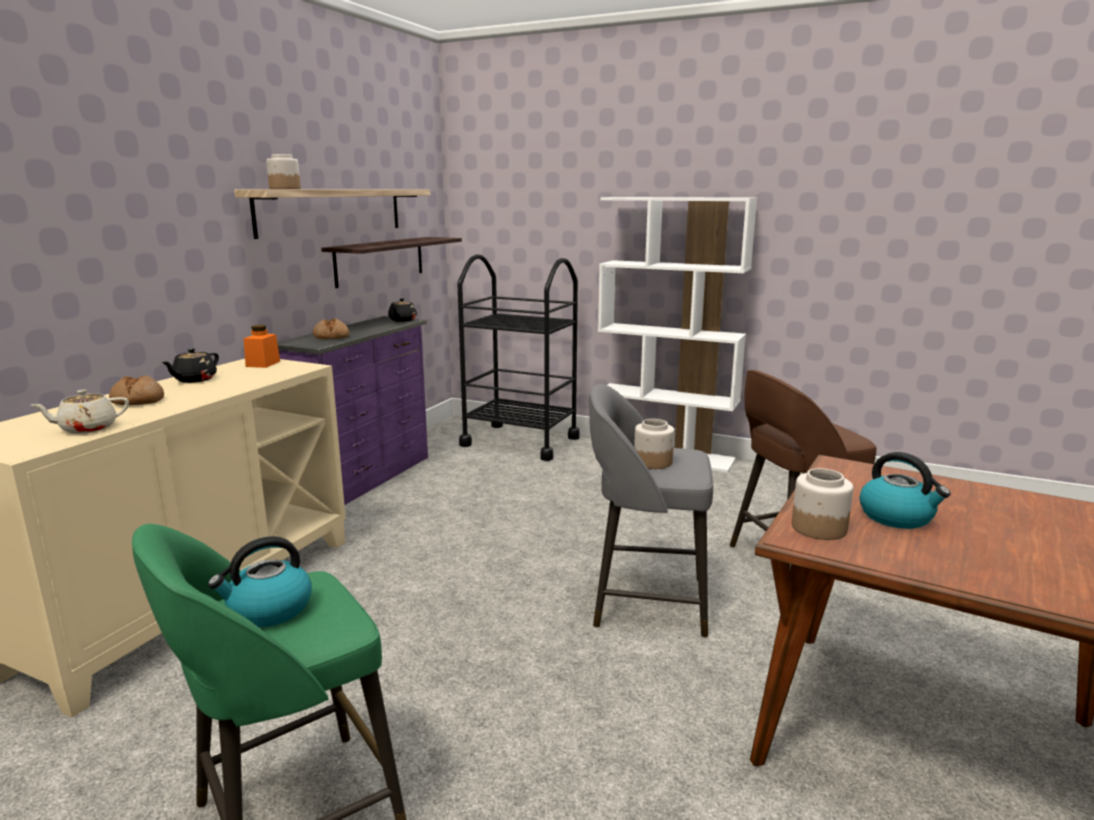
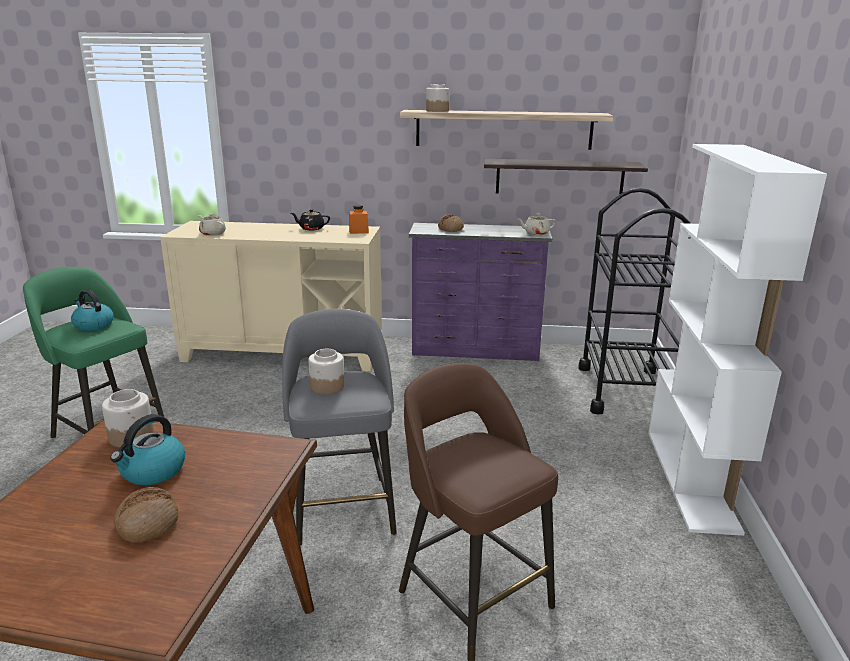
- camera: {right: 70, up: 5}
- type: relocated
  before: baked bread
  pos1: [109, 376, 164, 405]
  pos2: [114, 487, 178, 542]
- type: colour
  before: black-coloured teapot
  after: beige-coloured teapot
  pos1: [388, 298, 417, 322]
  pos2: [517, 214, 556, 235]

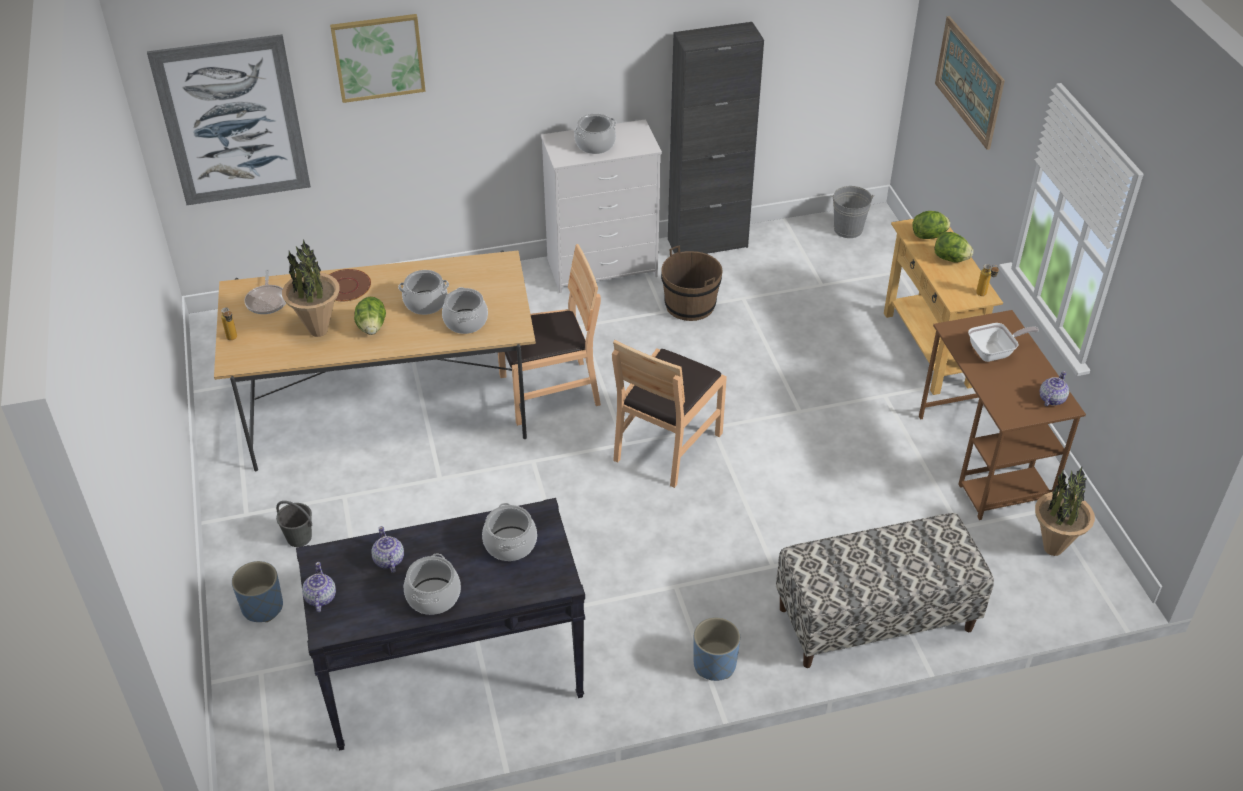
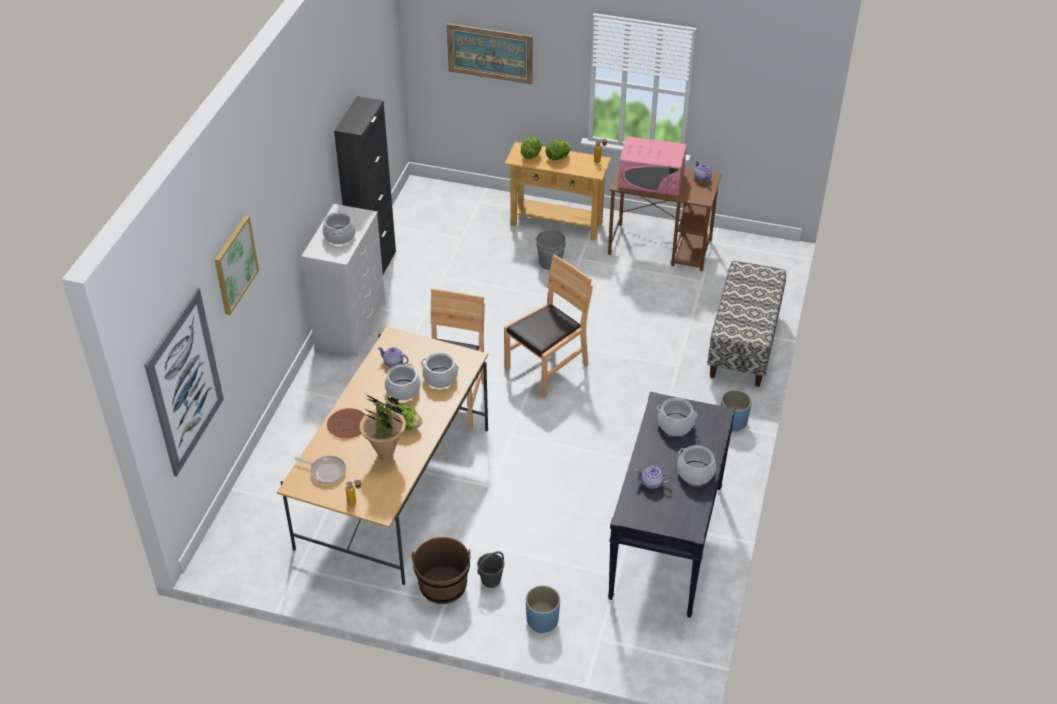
- camera: {right: -60, up: 0}
- type: relocated
  before: teapot
  pos1: [302, 562, 336, 612]
  pos2: [378, 347, 409, 368]
- type: relocated
  before: brownish pail
  pos1: [661, 245, 723, 321]
  pos2: [412, 537, 471, 604]
- type: spun
  before: brownish upright chair
  pos1: [612, 340, 727, 488]
  pos2: [504, 254, 593, 398]
  turn: -105
- type: relocated
  before: greyish pail
  pos1: [831, 186, 874, 238]
  pos2: [536, 229, 566, 270]
- type: exchanged
  before: frying pan
  after: pink microwave
  pos1: [968, 323, 1039, 362]
  pos2: [618, 136, 687, 195]
- type: missing
  before: houseplant
  pos1: [1035, 467, 1095, 556]

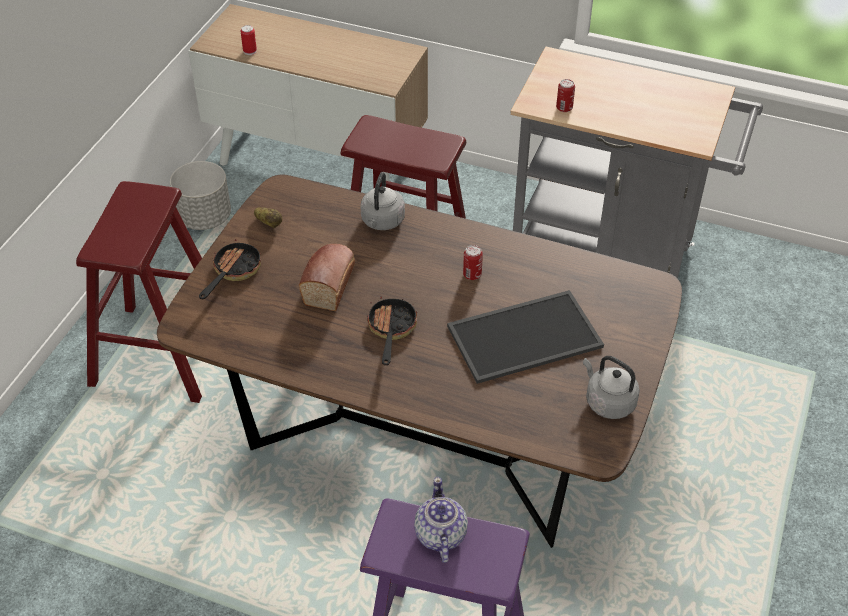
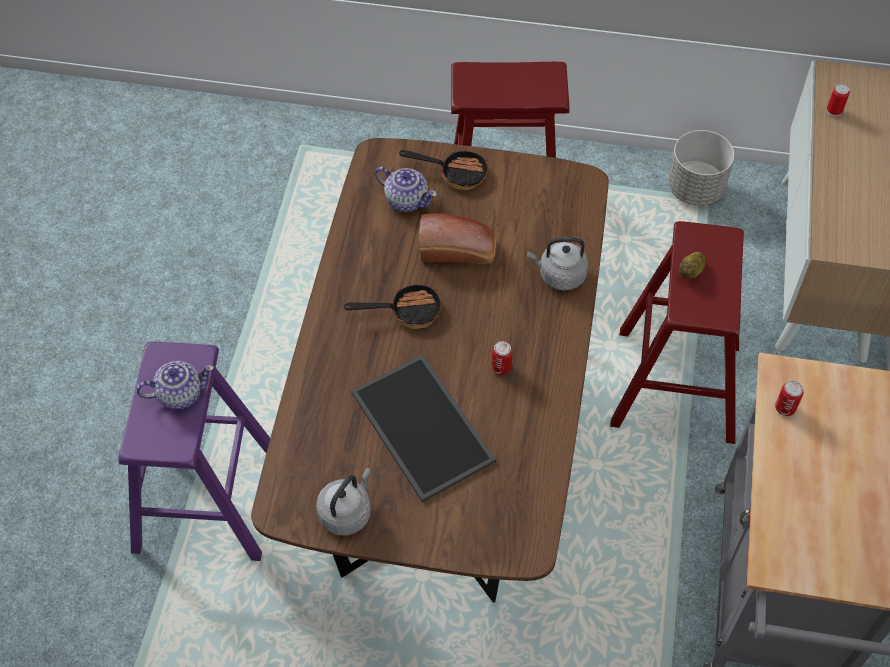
- camera: {right: 80, up: 10}
- type: appeared
  after: teapot
  pos2: [375, 167, 437, 212]
- type: relocated
  before: potato
  pos1: [254, 207, 282, 228]
  pos2: [679, 252, 705, 279]

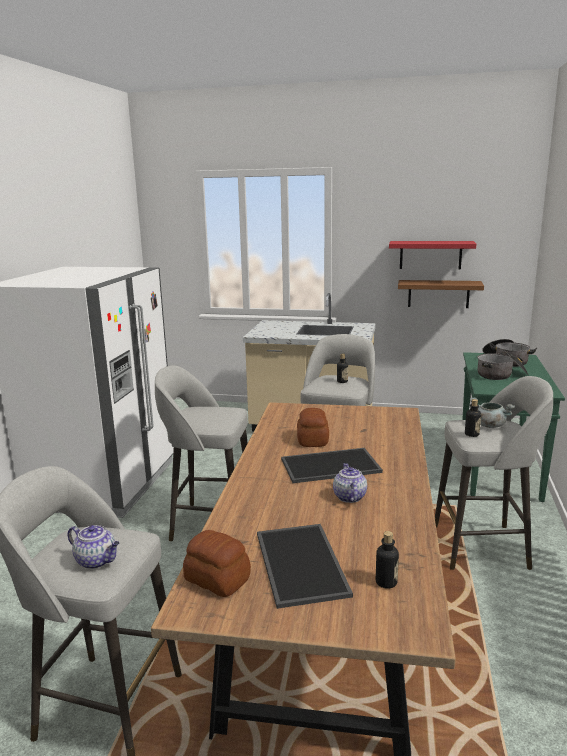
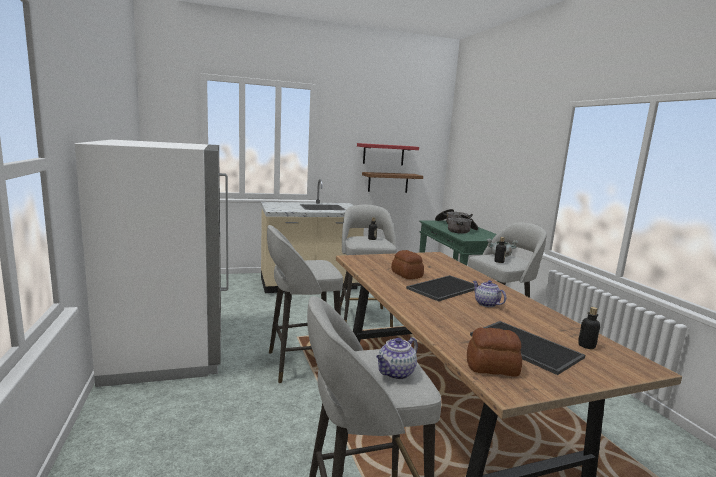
- camera: {right: -30, up: -5}
- type: spun
  before: teapot
  pos1: [67, 525, 120, 569]
  pos2: [376, 337, 418, 380]
  turn: 135

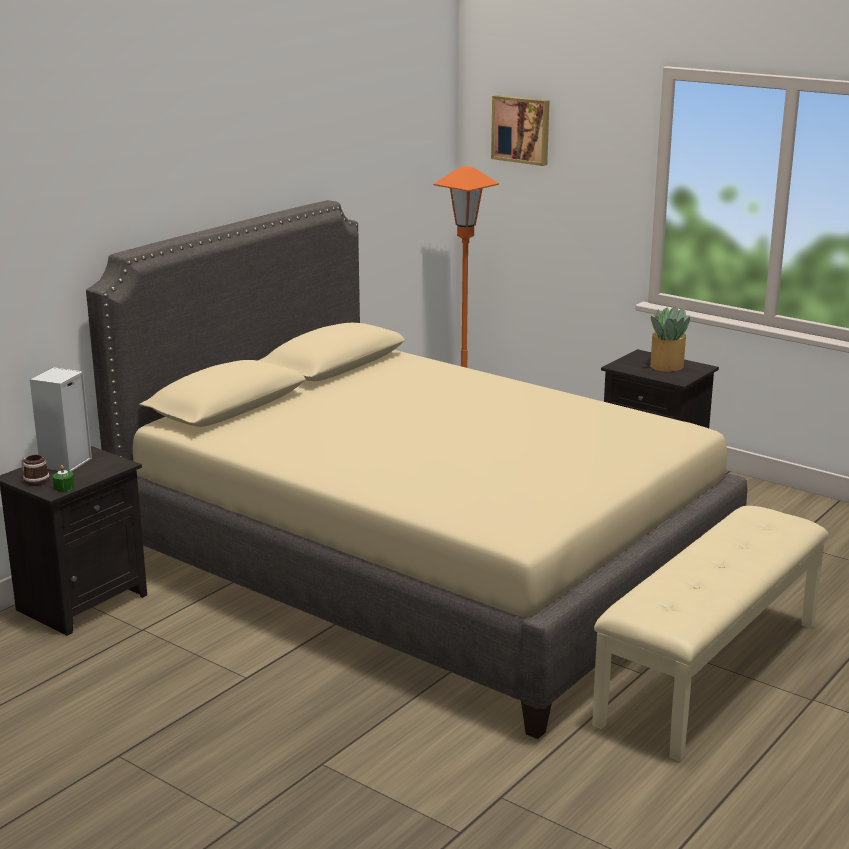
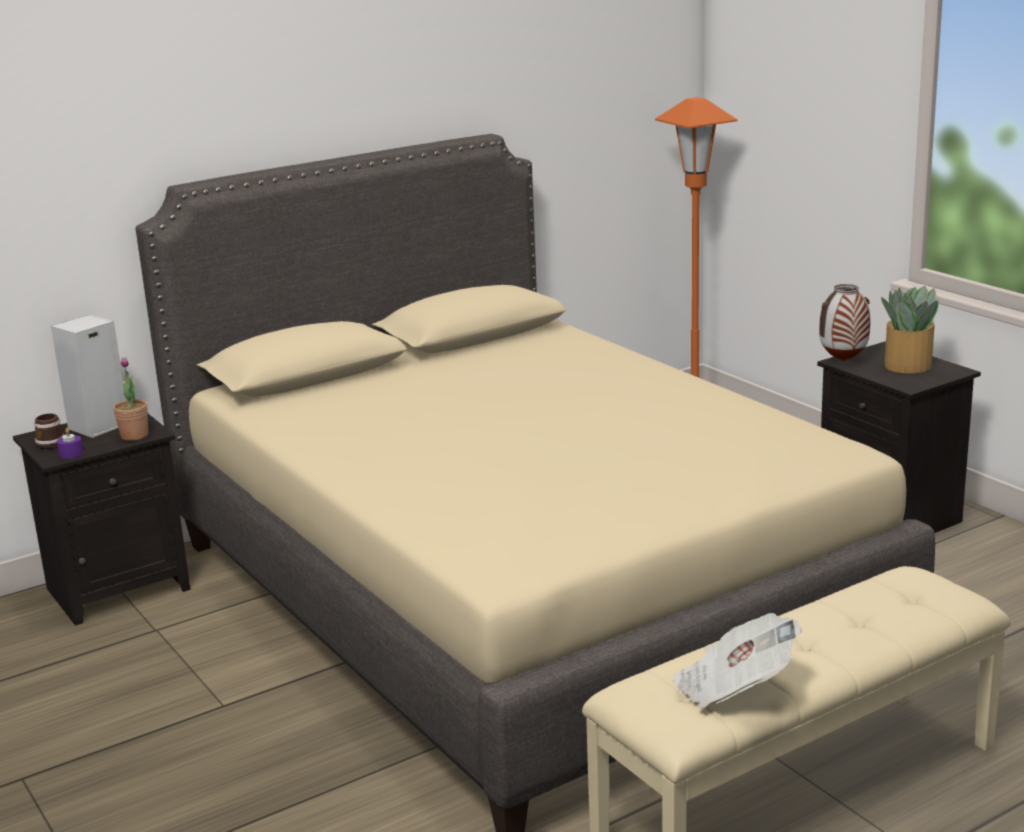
- camera: {right: 20, up: 0}
- type: colour
  before: green-coloured wax candle
  after: purple wax candle
  pos1: [53, 465, 75, 491]
  pos2: [57, 428, 83, 459]
- type: appeared
  after: houseplant
  pos2: [113, 358, 148, 441]
- type: appeared
  after: daily paper
  pos2: [672, 613, 802, 709]
- type: appeared
  after: decorative vase
  pos2: [819, 284, 870, 361]
- type: missing
  before: wall picture
  pos1: [491, 95, 549, 166]

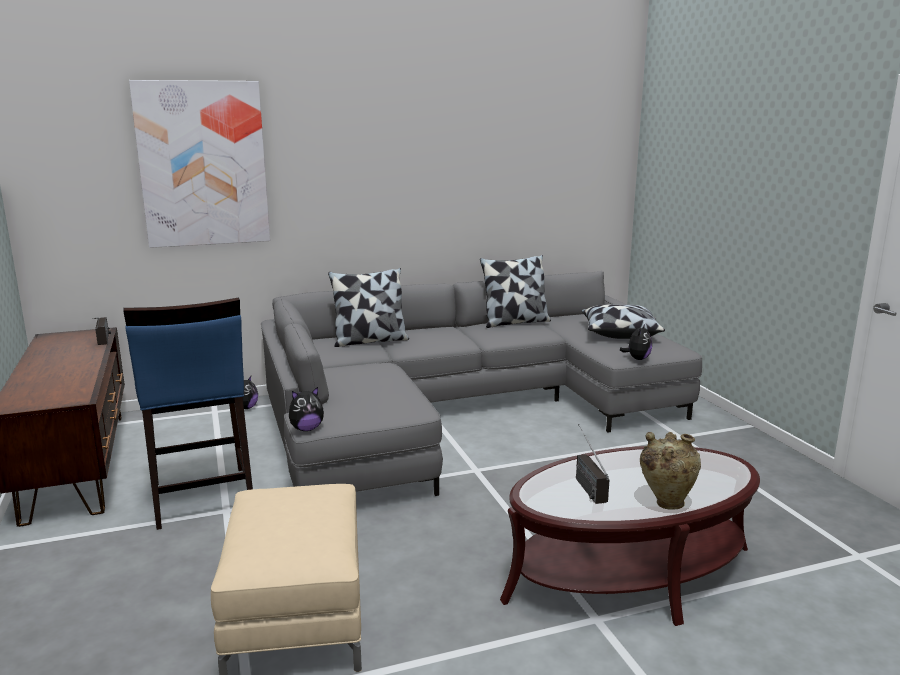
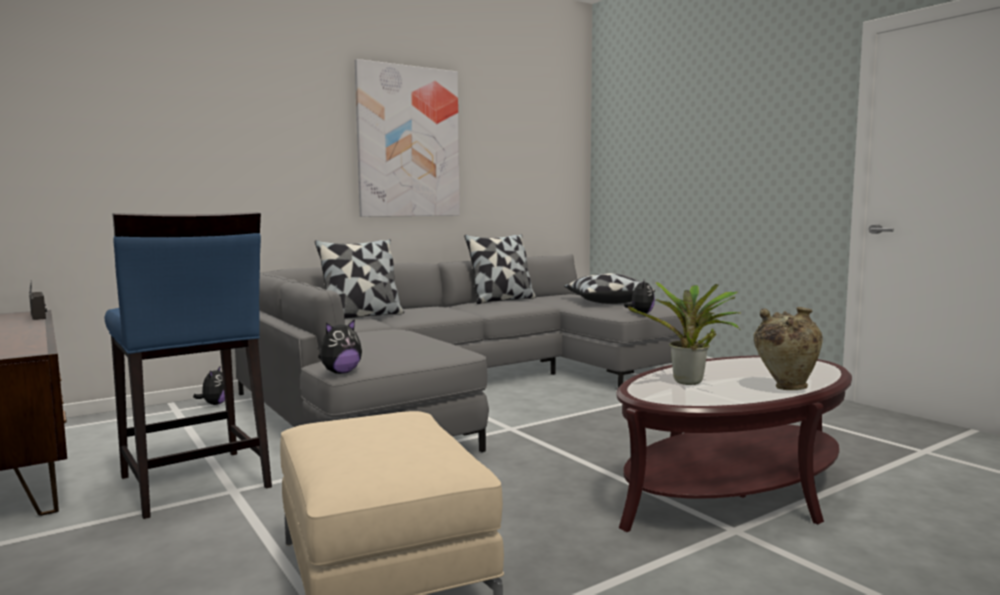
- camera: {right: -15, up: -10}
- type: relocated
  before: wall picture
  pos1: [129, 80, 270, 248]
  pos2: [355, 59, 460, 217]
- type: exchanged
  before: radio set
  after: houseplant
  pos1: [576, 424, 609, 504]
  pos2: [628, 282, 741, 385]

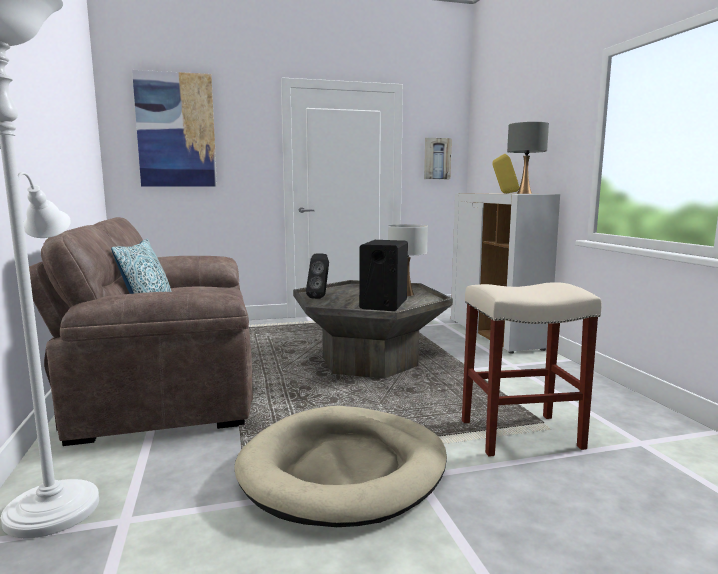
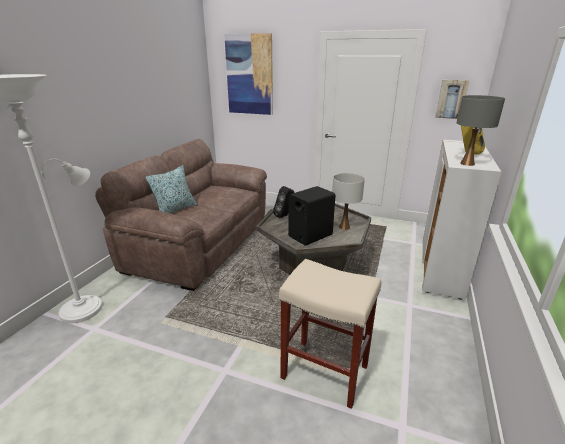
- camera: {right: 35, up: 15}
- type: missing
  before: beige-coloured dog cushion
  pos1: [234, 406, 447, 527]

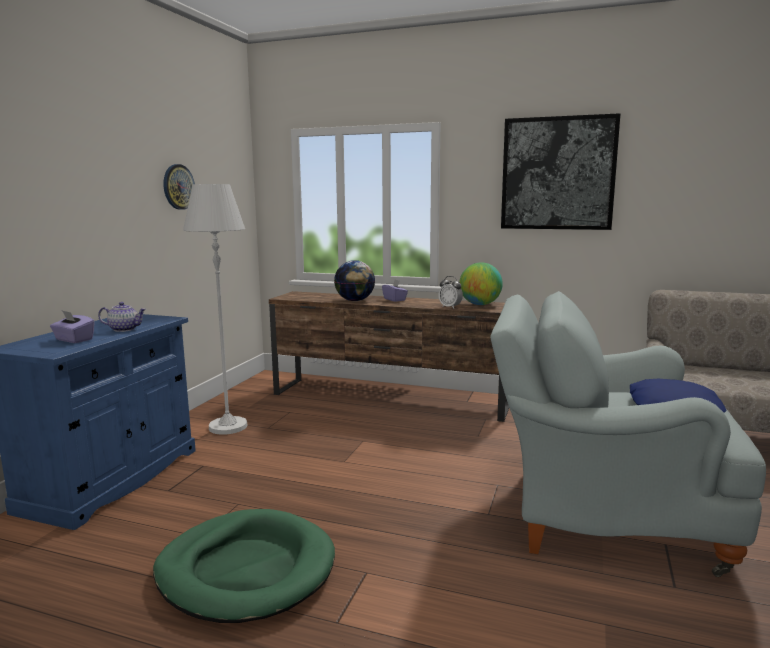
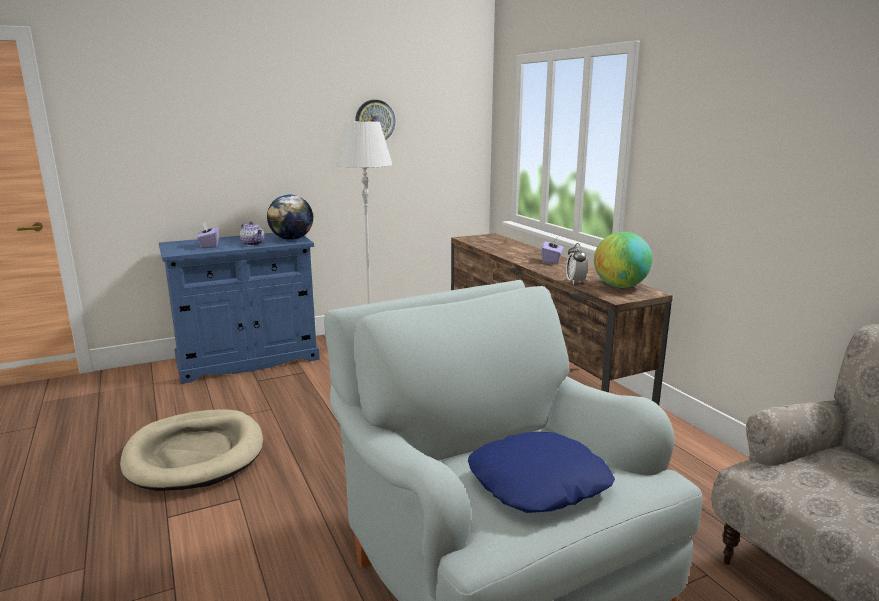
- camera: {right: 45, up: 5}
- type: colour
  before: green-coloured dog cushion
  after: beige-coloured dog cushion
  pos1: [153, 509, 335, 623]
  pos2: [120, 409, 263, 491]
- type: relocated
  before: desk globe
  pos1: [334, 260, 375, 301]
  pos2: [267, 195, 313, 240]
- type: missing
  before: wall picture
  pos1: [501, 113, 621, 230]

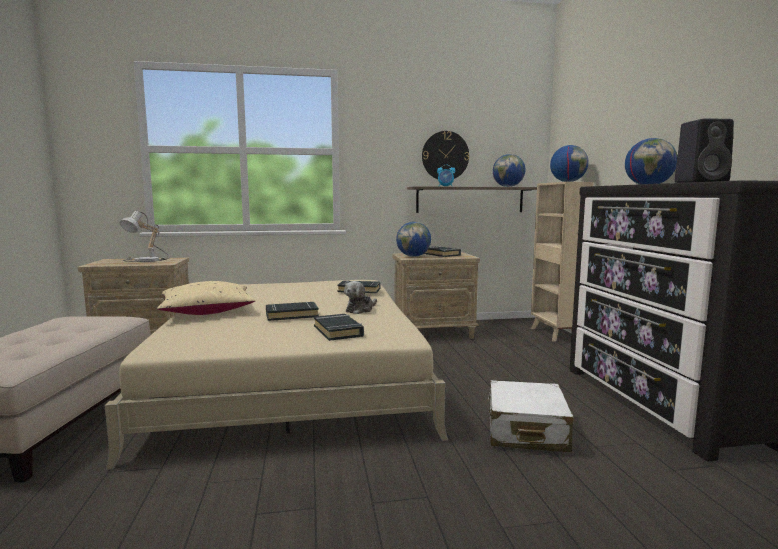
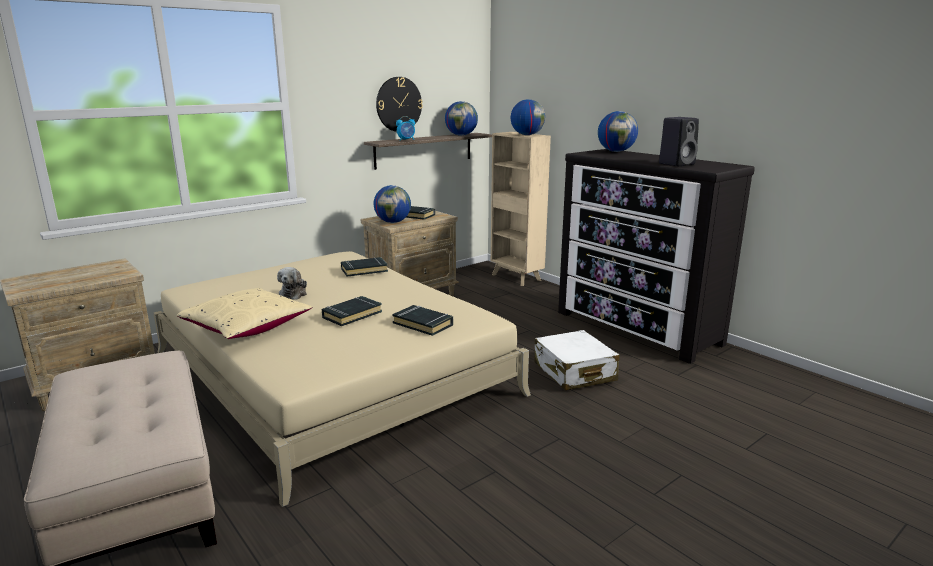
- camera: {right: -30, up: 10}
- type: relocated
  before: cuddly toy
  pos1: [344, 281, 377, 314]
  pos2: [277, 267, 307, 300]
- type: missing
  before: tabletop lamp
  pos1: [120, 211, 170, 262]

